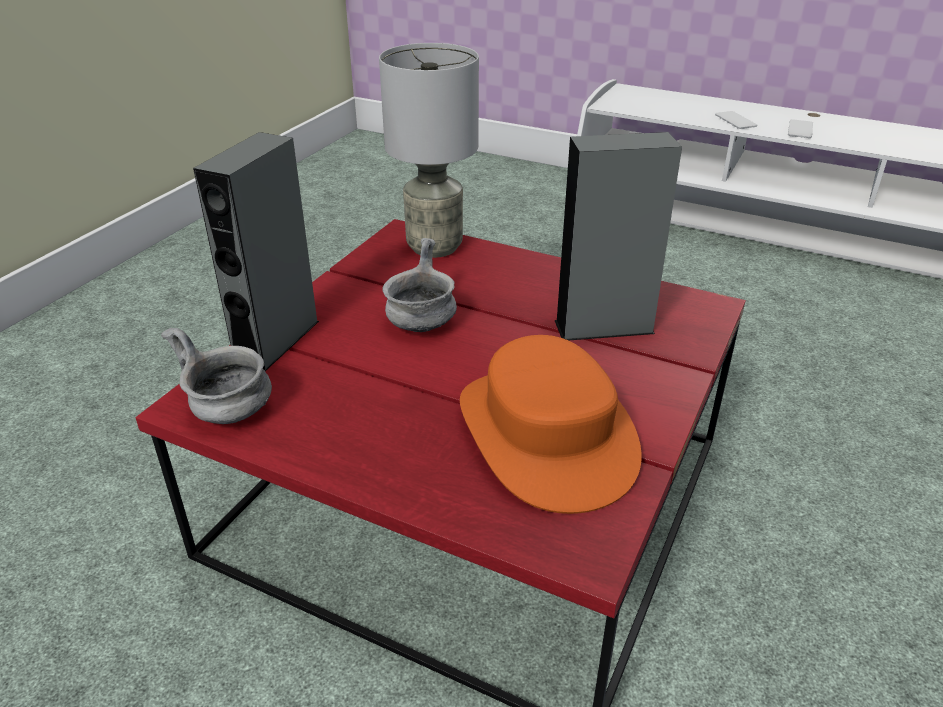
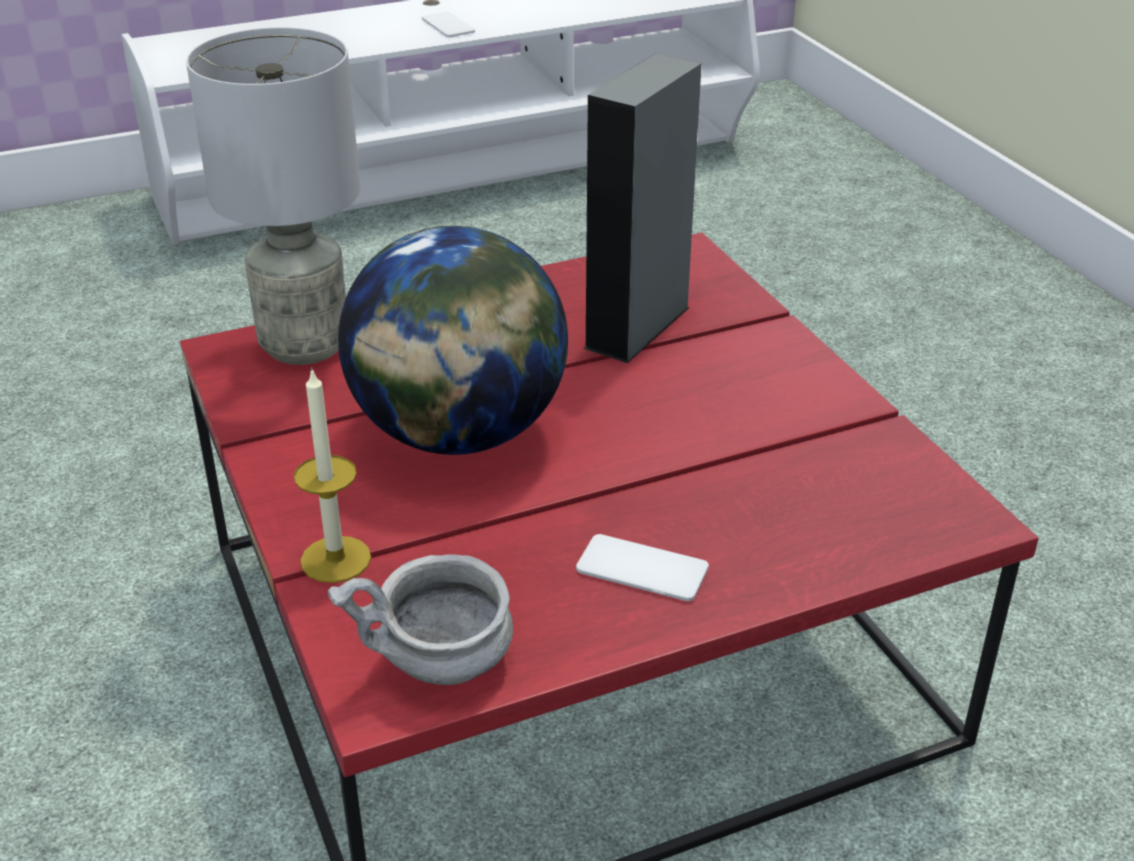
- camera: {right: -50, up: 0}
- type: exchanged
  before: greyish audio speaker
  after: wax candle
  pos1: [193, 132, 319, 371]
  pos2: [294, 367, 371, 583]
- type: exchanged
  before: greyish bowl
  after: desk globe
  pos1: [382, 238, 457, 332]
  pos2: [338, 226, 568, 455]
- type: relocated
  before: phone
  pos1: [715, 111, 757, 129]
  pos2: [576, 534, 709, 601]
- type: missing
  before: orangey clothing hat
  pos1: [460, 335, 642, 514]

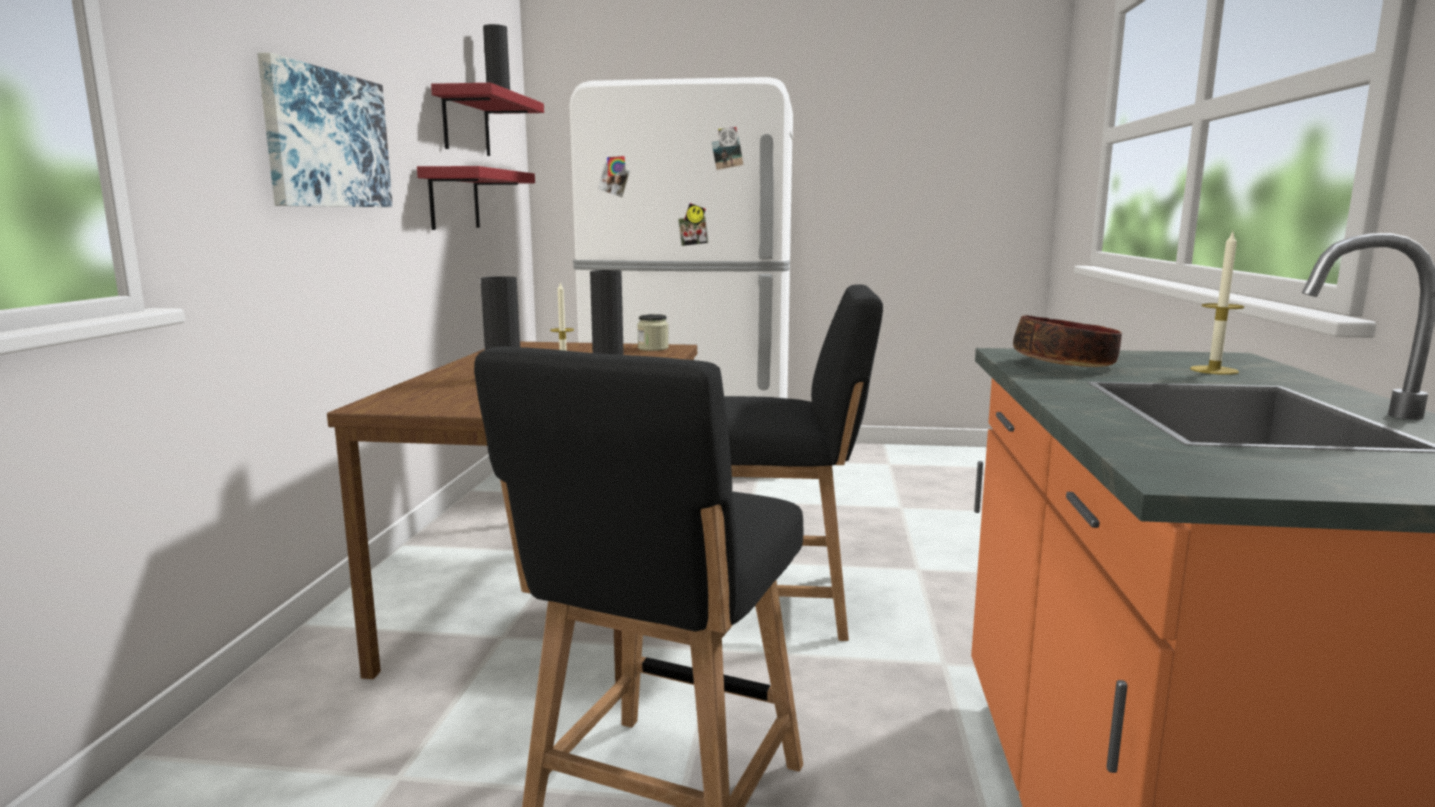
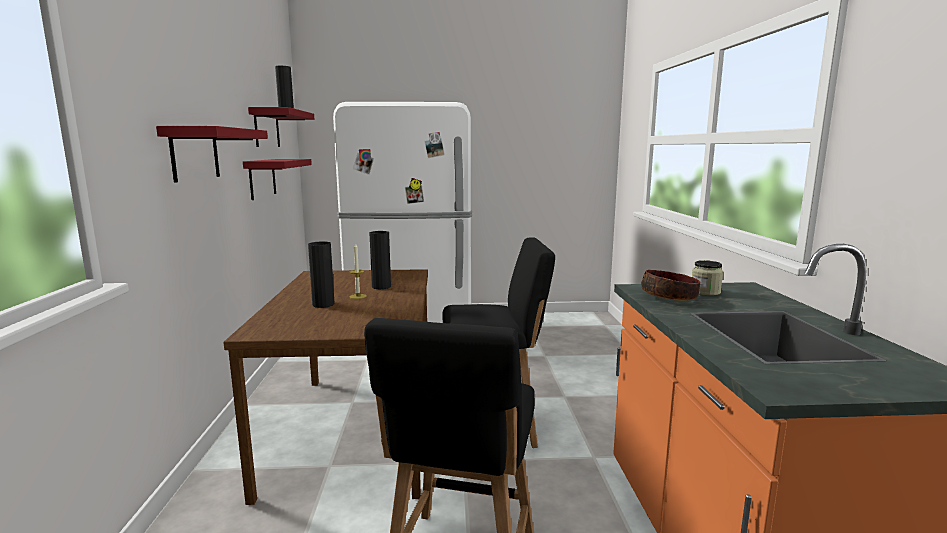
- camera: {right: -10, up: 0}
- type: exchanged
  before: wall picture
  after: reddish wall shelf
  pos1: [257, 52, 393, 207]
  pos2: [156, 126, 268, 183]
- type: relocated
  before: storage jar
  pos1: [637, 314, 669, 351]
  pos2: [692, 260, 723, 296]
- type: missing
  before: wax candle
  pos1: [1190, 231, 1244, 375]

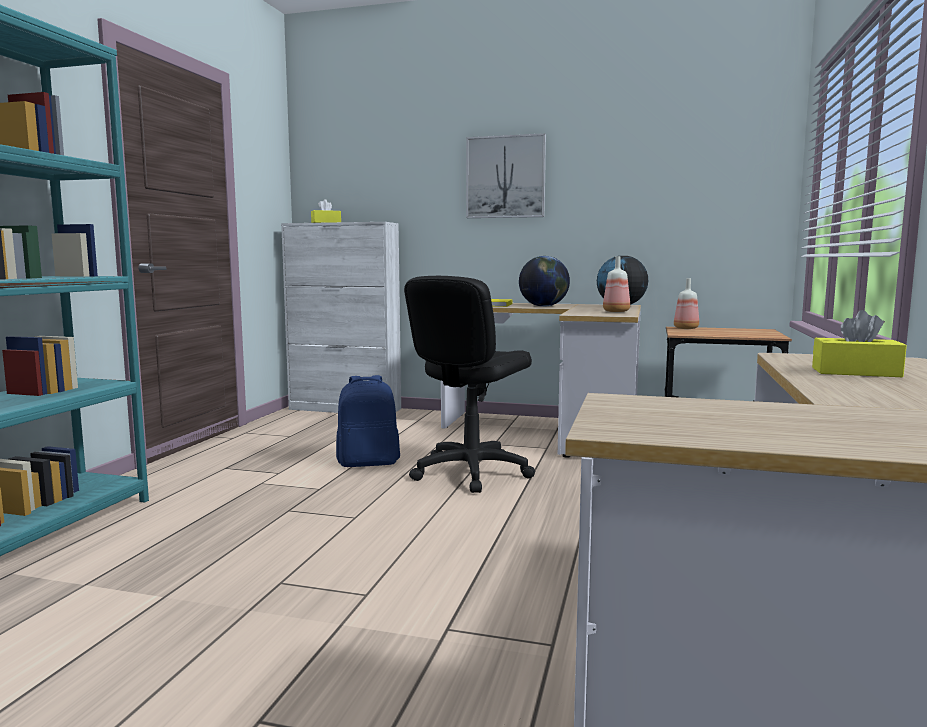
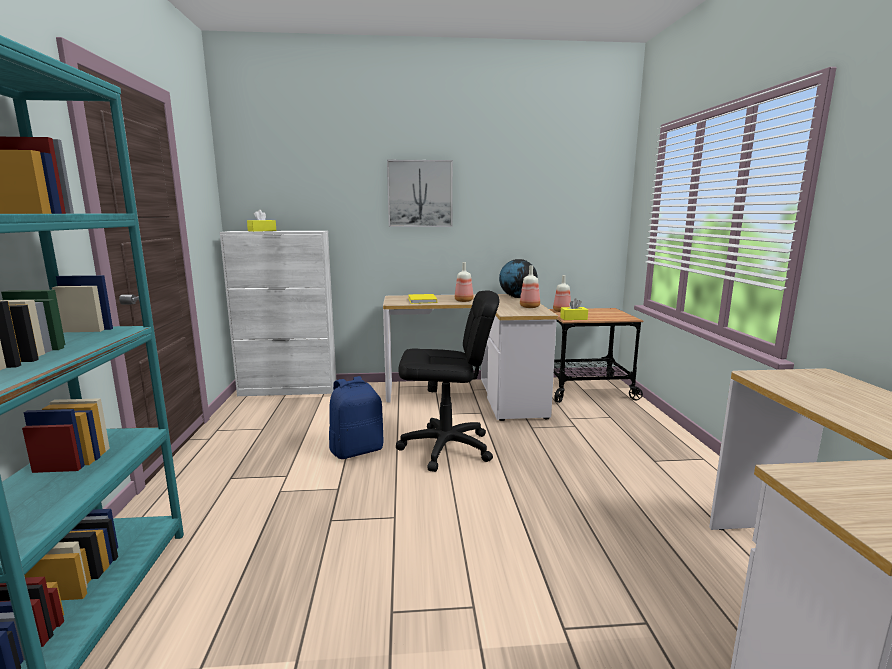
- camera: {right: -20, up: 5}
- type: spun
  before: black-coloured computer chair
  pos1: [404, 276, 535, 493]
  pos2: [396, 290, 499, 472]
  turn: -105
- type: exchanged
  before: desk globe
  after: beverage bottle
  pos1: [519, 256, 570, 307]
  pos2: [455, 262, 474, 302]
- type: relocated
  before: yellow-coloured tissue holder
  pos1: [812, 310, 907, 377]
  pos2: [560, 298, 588, 320]

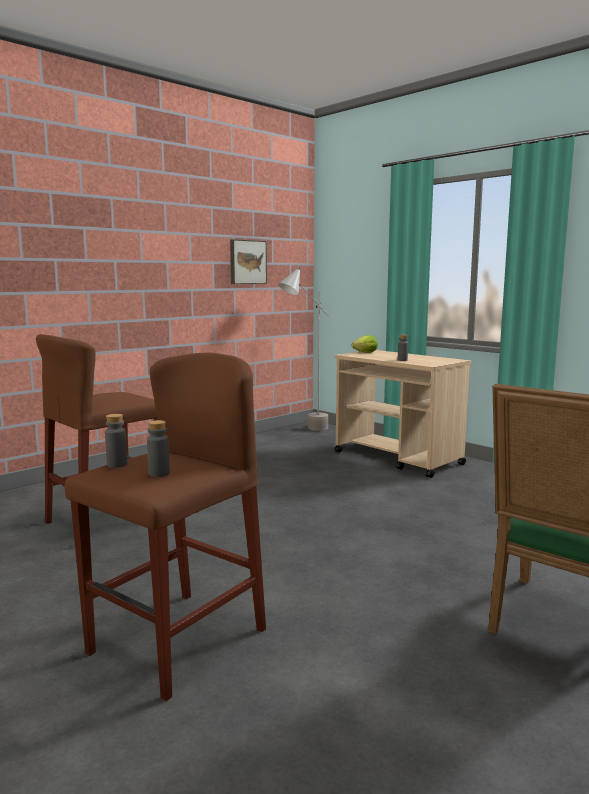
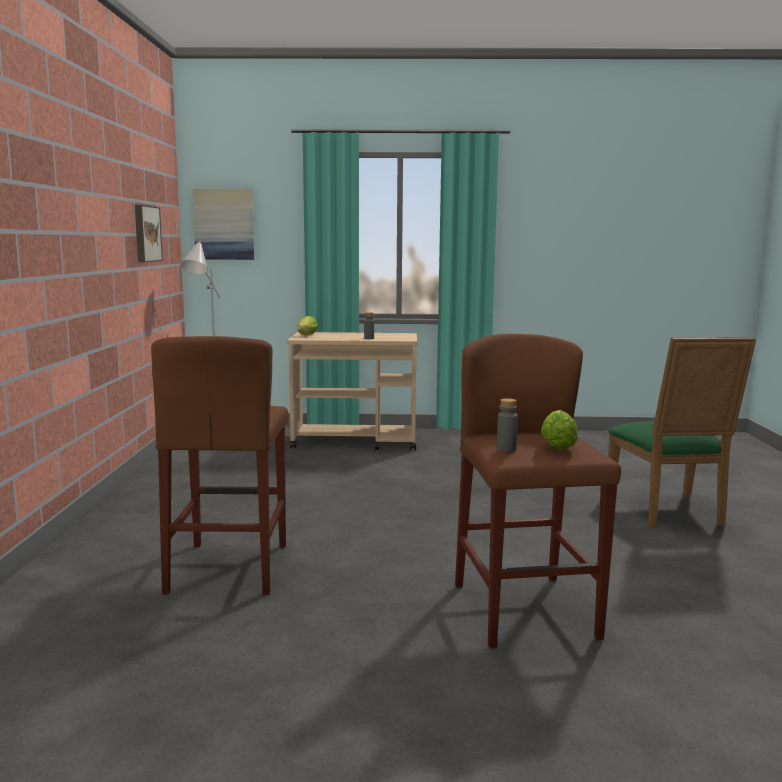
- camera: {right: -45, up: 0}
- type: appeared
  after: wall picture
  pos2: [192, 189, 254, 260]
- type: exchanged
  before: greyish beverage bottle
  after: head of lettuce
  pos1: [147, 420, 170, 477]
  pos2: [541, 410, 578, 450]

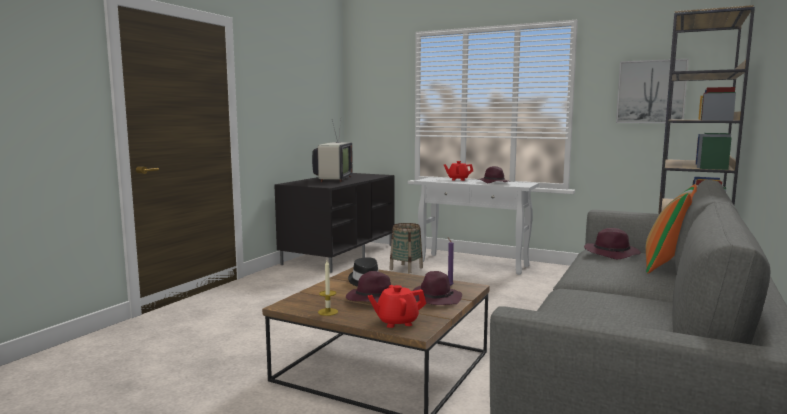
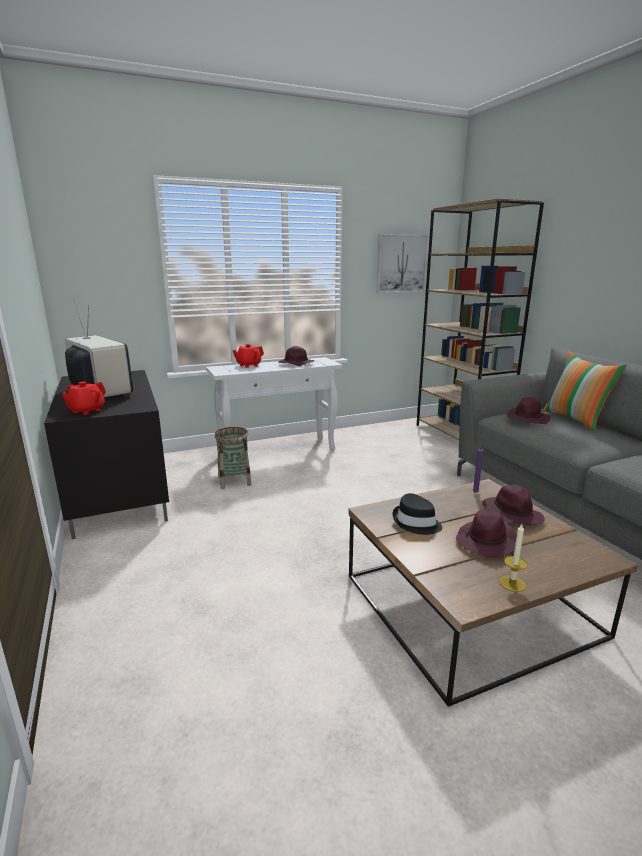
- camera: {right: -50, up: 10}
- type: relocated
  before: reddish teapot
  pos1: [367, 285, 426, 328]
  pos2: [61, 382, 106, 415]

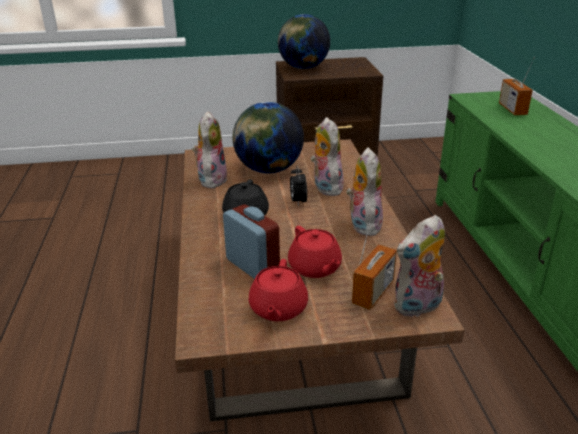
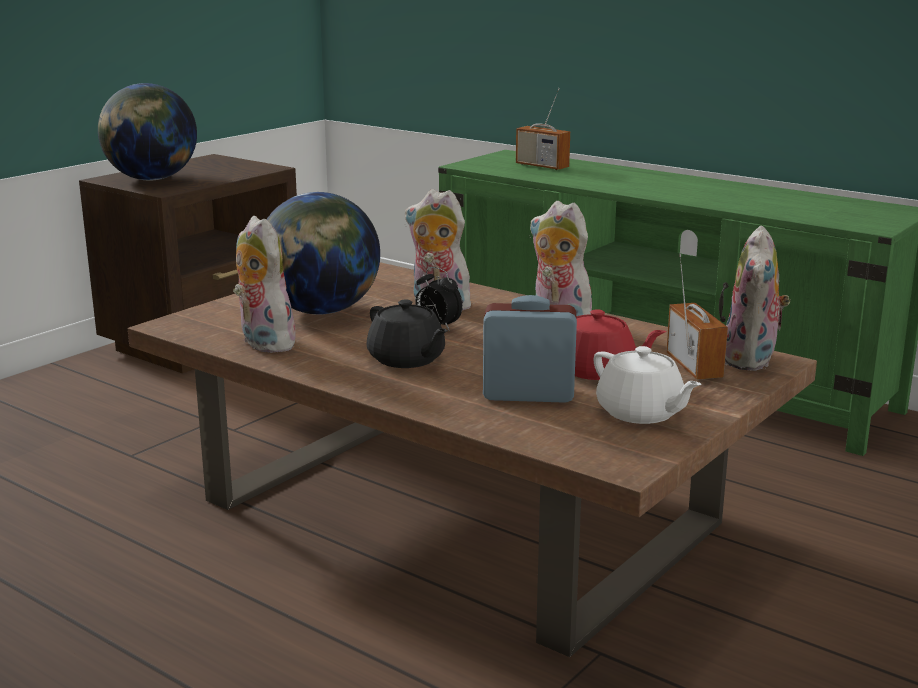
- camera: {right: -45, up: -10}
- type: colour
  before: reddish teapot
  after: whitish teapot
  pos1: [248, 259, 308, 321]
  pos2: [593, 346, 701, 424]

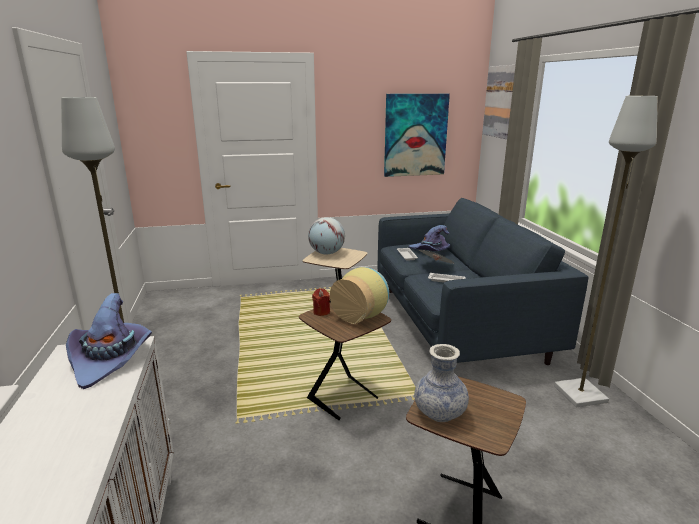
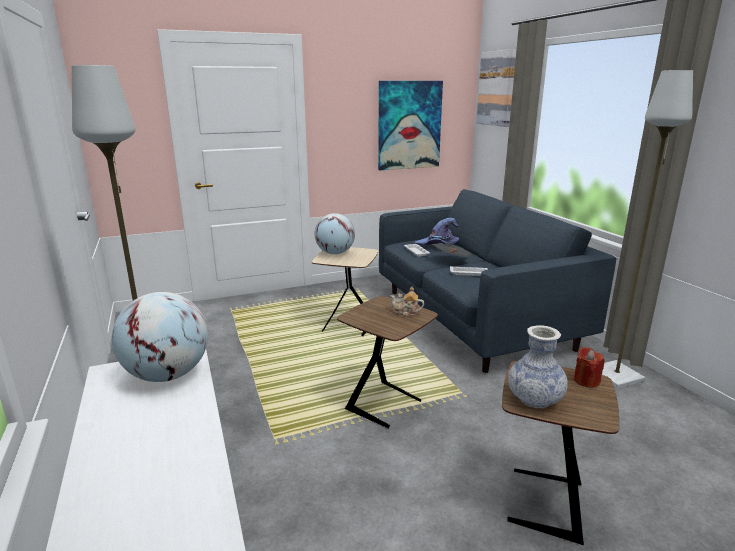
- camera: {right: -10, up: 0}
- type: exchanged
  before: purple clothing hat
  after: desk globe
  pos1: [66, 293, 152, 389]
  pos2: [112, 292, 208, 382]
- type: exchanged
  before: decorative vase
  after: teapot
  pos1: [330, 267, 389, 324]
  pos2: [390, 287, 424, 317]
- type: relocated
  before: reddish wax candle
  pos1: [312, 288, 330, 316]
  pos2: [574, 347, 605, 388]

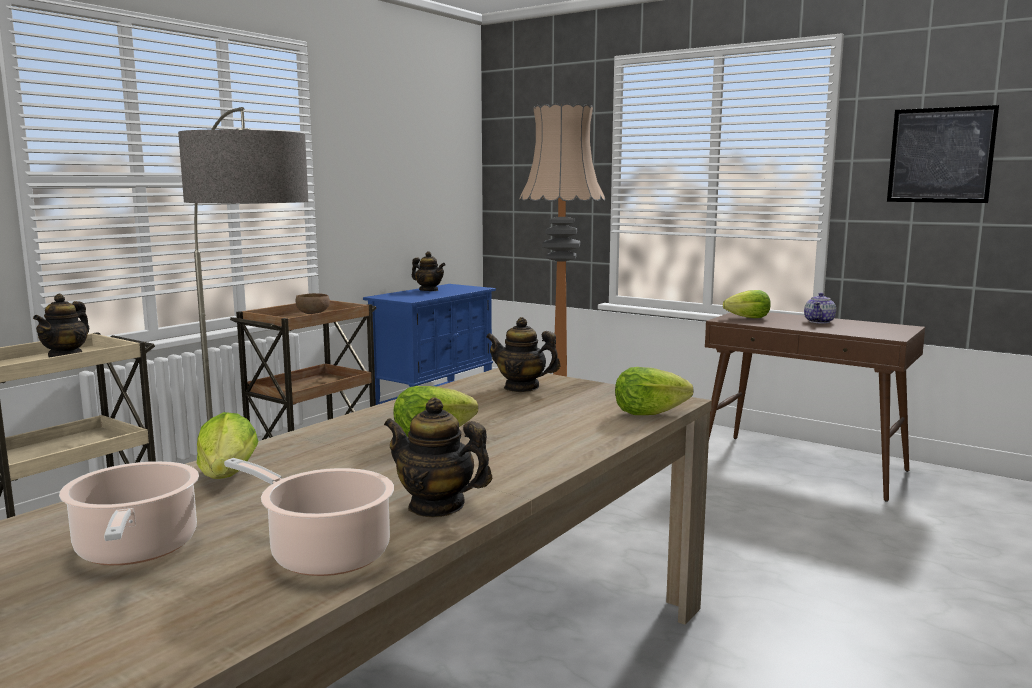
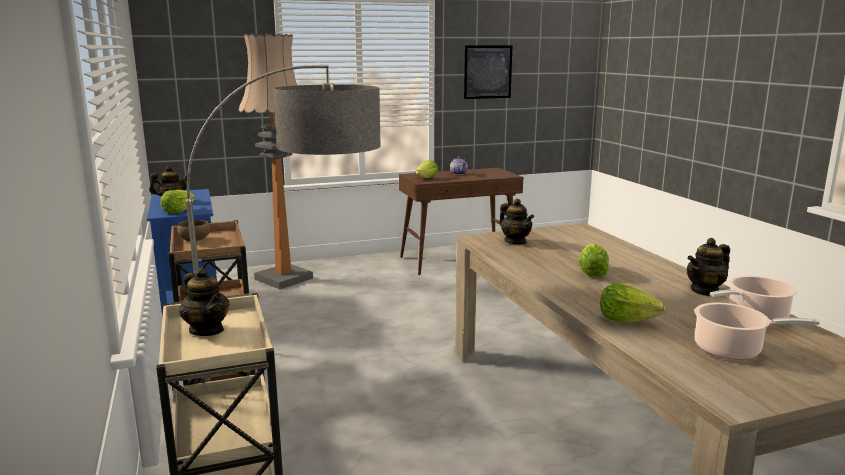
- camera: {right: -55, up: 5}
- type: relocated
  before: head of lettuce
  pos1: [615, 367, 693, 415]
  pos2: [160, 190, 195, 214]
- type: spun
  before: teapot
  pos1: [486, 317, 560, 392]
  pos2: [499, 199, 534, 244]
  turn: -90

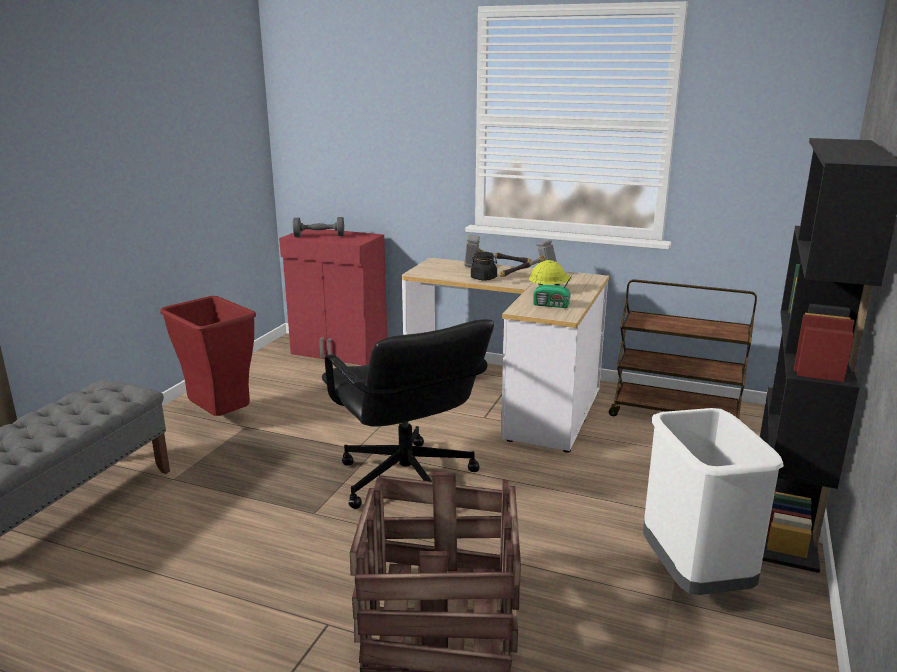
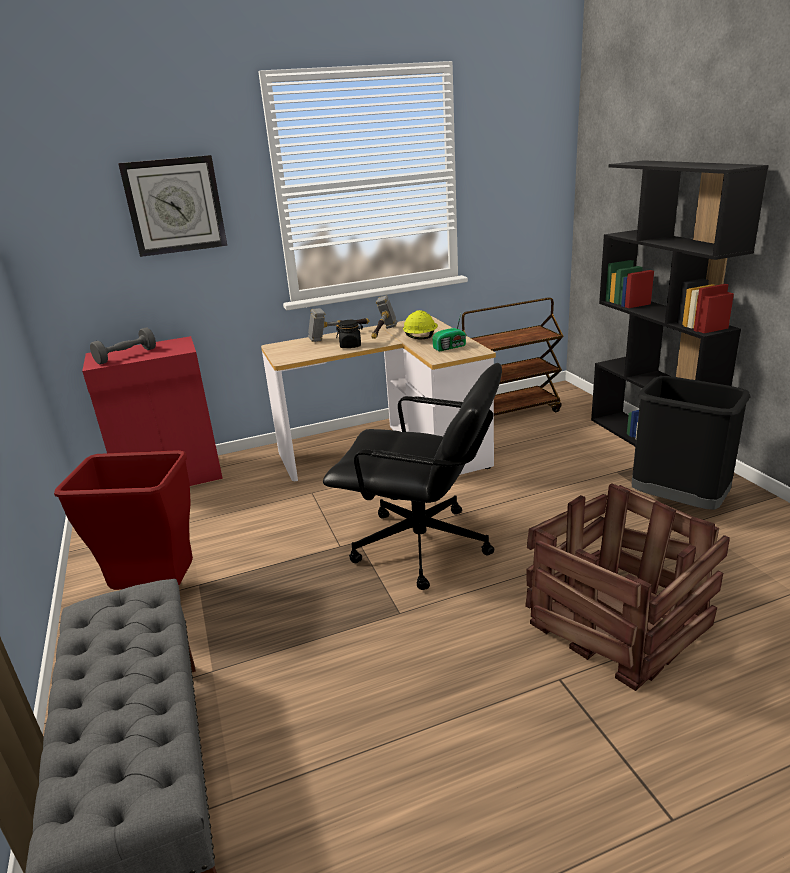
- camera: {right: -40, up: 5}
- type: appeared
  after: wall clock
  pos2: [118, 155, 227, 257]
- type: colour
  before: whitish trash can
  after: black-coloured trash can
  pos1: [643, 408, 784, 595]
  pos2: [632, 376, 751, 510]

